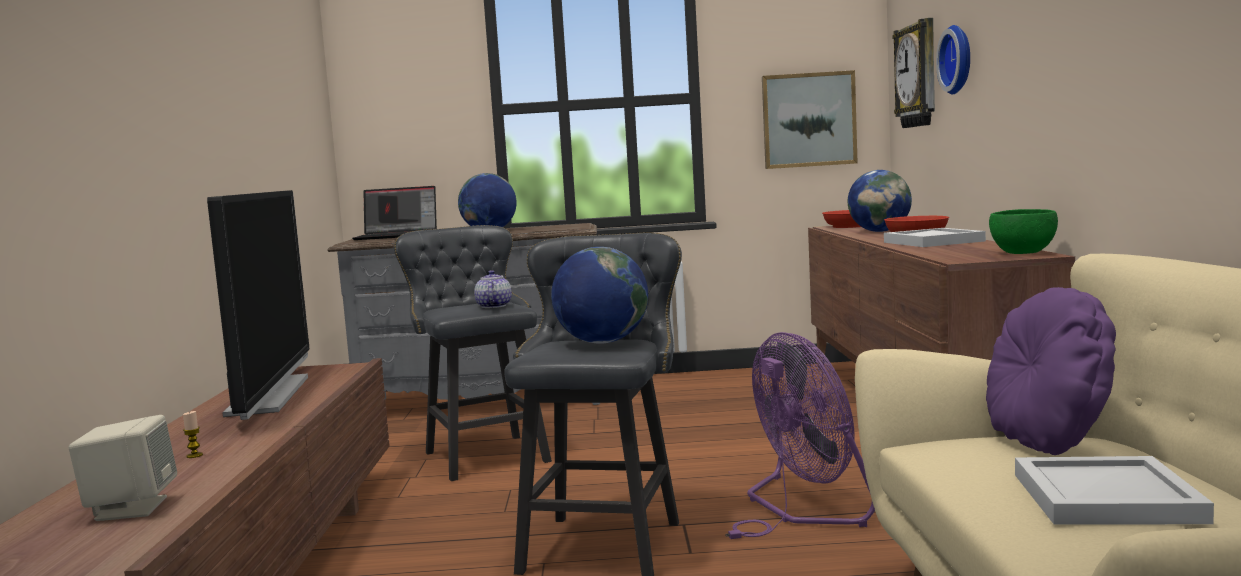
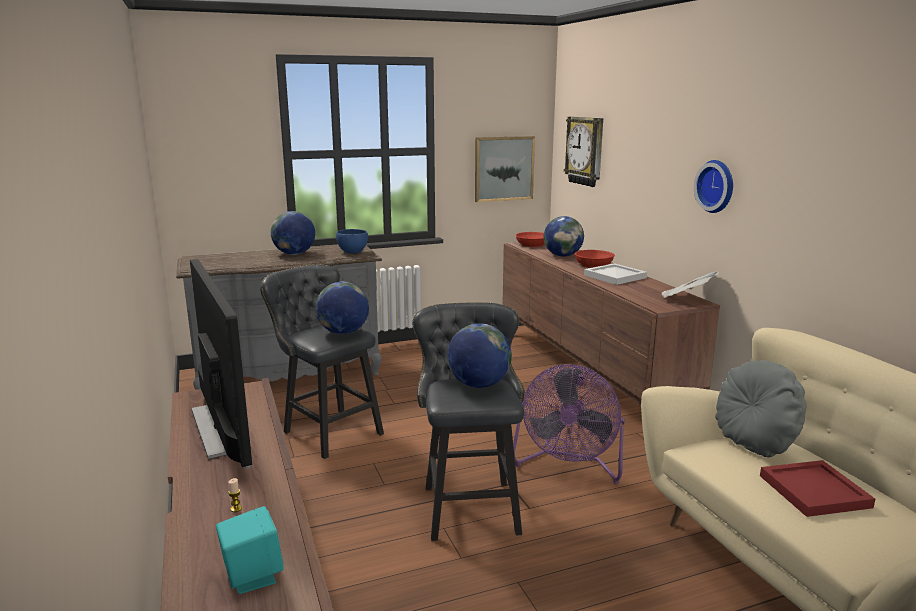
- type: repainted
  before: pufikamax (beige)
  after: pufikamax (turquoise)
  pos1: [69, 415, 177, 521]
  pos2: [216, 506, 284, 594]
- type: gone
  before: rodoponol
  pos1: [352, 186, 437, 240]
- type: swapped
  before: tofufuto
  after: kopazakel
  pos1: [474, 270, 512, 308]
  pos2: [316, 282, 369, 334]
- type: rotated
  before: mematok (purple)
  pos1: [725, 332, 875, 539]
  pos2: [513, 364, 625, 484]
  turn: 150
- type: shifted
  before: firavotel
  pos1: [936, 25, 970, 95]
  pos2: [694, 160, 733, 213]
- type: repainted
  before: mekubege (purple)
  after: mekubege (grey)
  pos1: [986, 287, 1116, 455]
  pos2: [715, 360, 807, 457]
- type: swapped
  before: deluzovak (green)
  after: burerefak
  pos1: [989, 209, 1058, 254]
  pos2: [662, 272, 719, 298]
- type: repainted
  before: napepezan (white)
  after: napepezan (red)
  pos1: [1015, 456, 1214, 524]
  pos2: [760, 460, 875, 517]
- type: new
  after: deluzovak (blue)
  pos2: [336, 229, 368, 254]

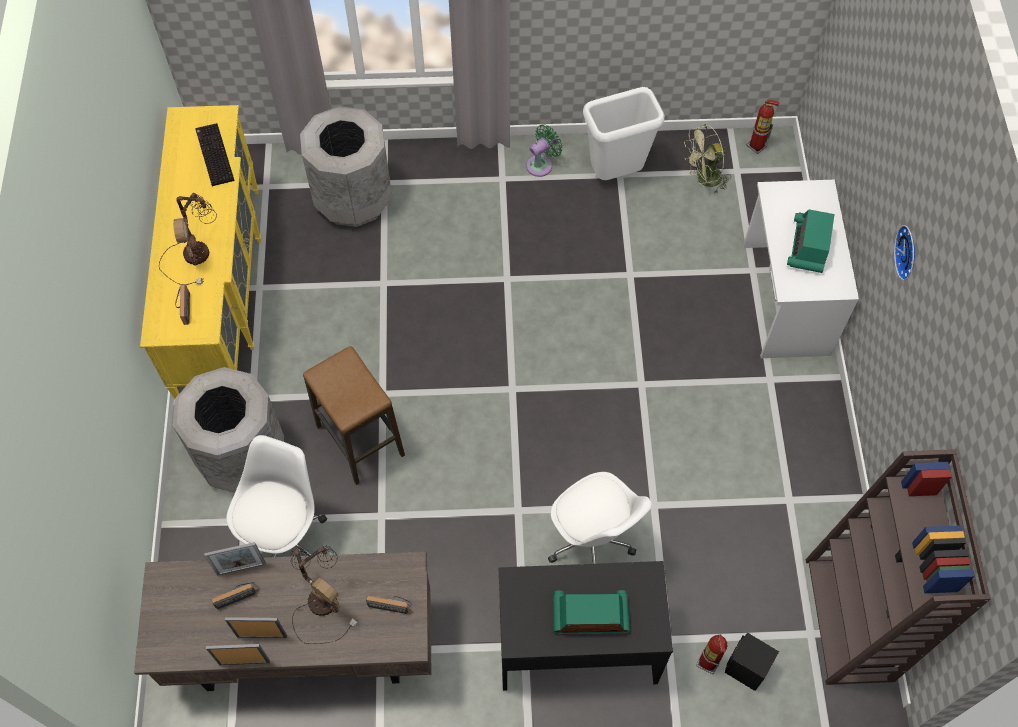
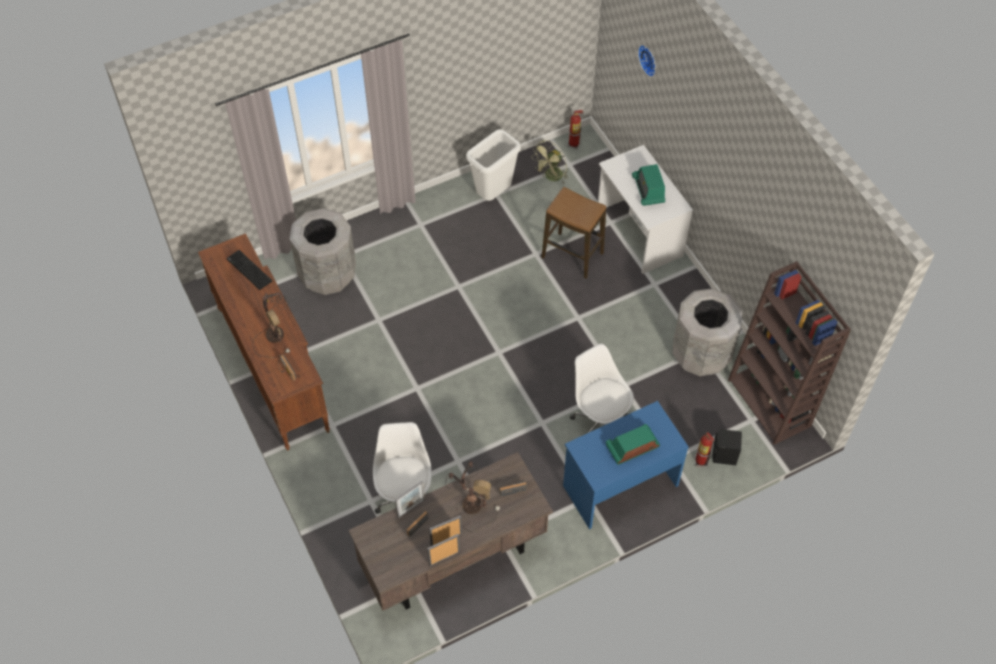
- type: repainted
  before: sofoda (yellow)
  after: sofoda (brown)
  pos1: [140, 105, 261, 399]
  pos2: [198, 233, 330, 451]
- type: shifted
  before: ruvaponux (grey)
  pos1: [172, 367, 284, 493]
  pos2: [672, 288, 742, 376]
- type: shifted
  before: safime
  pos1: [303, 346, 405, 485]
  pos2: [541, 187, 606, 279]
- type: repainted
  before: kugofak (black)
  after: kugofak (blue)
  pos1: [499, 561, 673, 691]
  pos2: [563, 401, 689, 529]
- type: gone
  before: mematok (green)
  pos1: [526, 124, 563, 177]
- type: rotated
  before: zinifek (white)
  pos1: [548, 472, 652, 564]
  pos2: [570, 344, 634, 433]
  turn: -150
- type: shifted
  before: firavotel
  pos1: [894, 225, 915, 281]
  pos2: [638, 45, 656, 77]

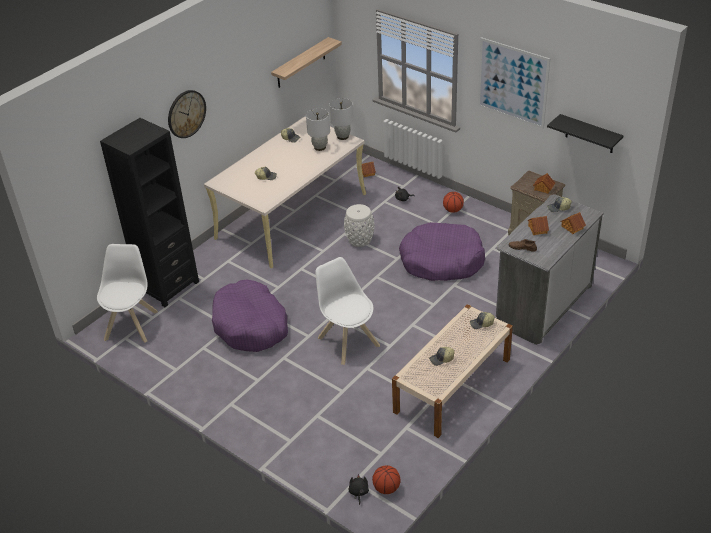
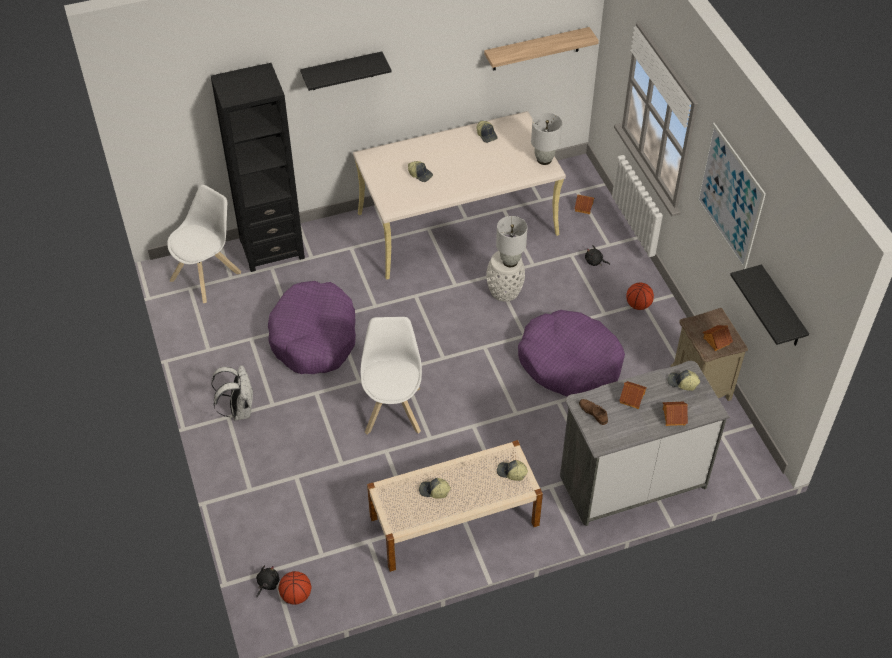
- type: swapped
  before: firavotel
  after: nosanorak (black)
  pos1: [168, 90, 206, 138]
  pos2: [300, 51, 391, 91]
- type: shifted
  before: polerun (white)
  pos1: [306, 108, 330, 151]
  pos2: [496, 216, 528, 267]
- type: new
  after: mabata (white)
  pos2: [211, 365, 253, 420]

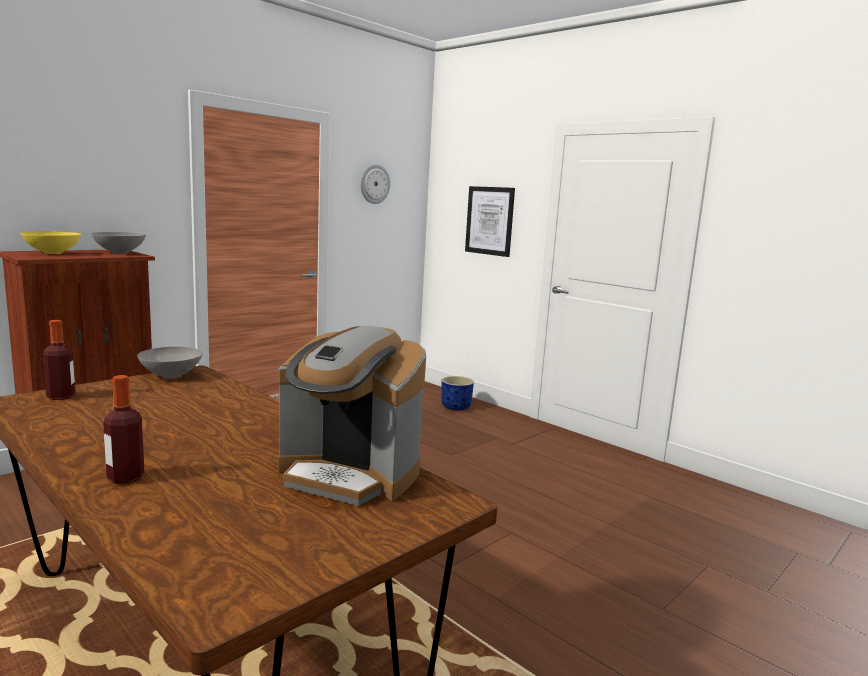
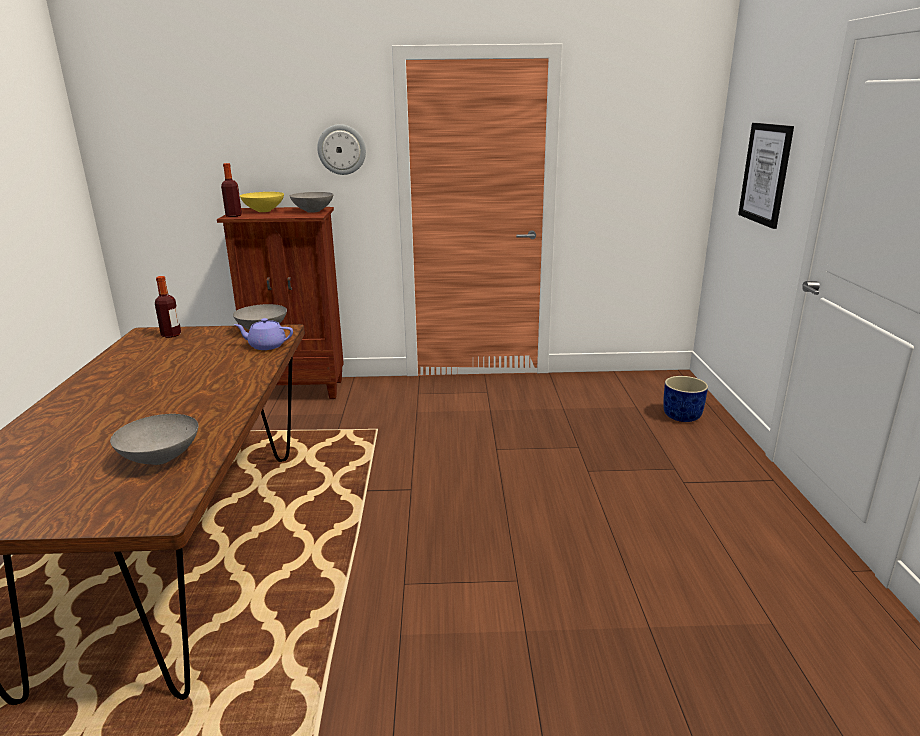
- type: shifted
  before: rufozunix
  pos1: [103, 375, 144, 484]
  pos2: [221, 163, 242, 217]
- type: swapped
  before: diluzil
  after: deluzovak (grey)
  pos1: [278, 326, 426, 506]
  pos2: [110, 414, 198, 465]
- type: shifted
  before: firavotel
  pos1: [360, 164, 390, 204]
  pos2: [317, 124, 366, 175]
- type: new
  after: tofufuto (purple)
  pos2: [234, 318, 293, 350]

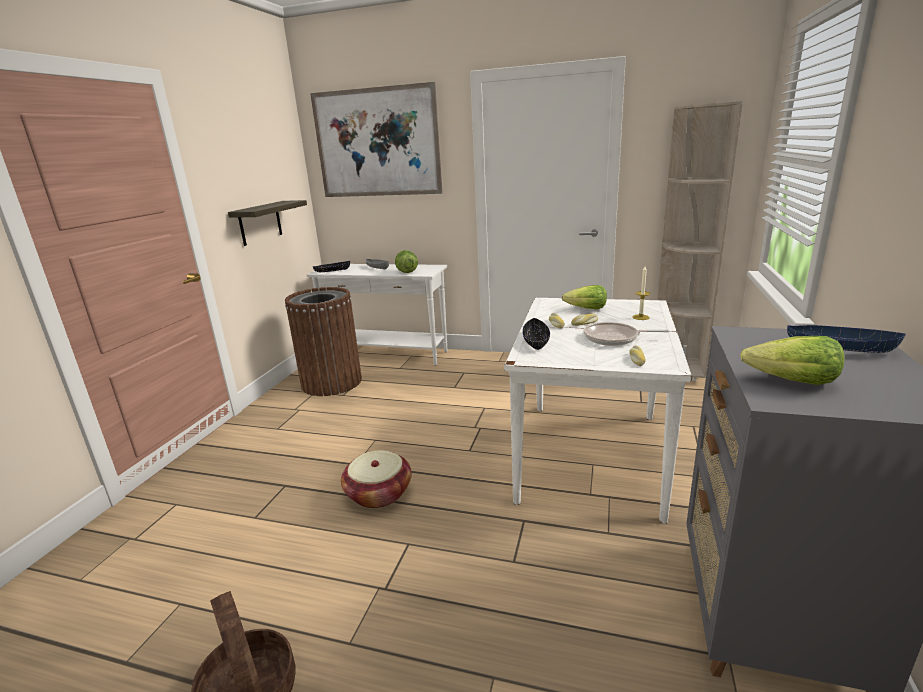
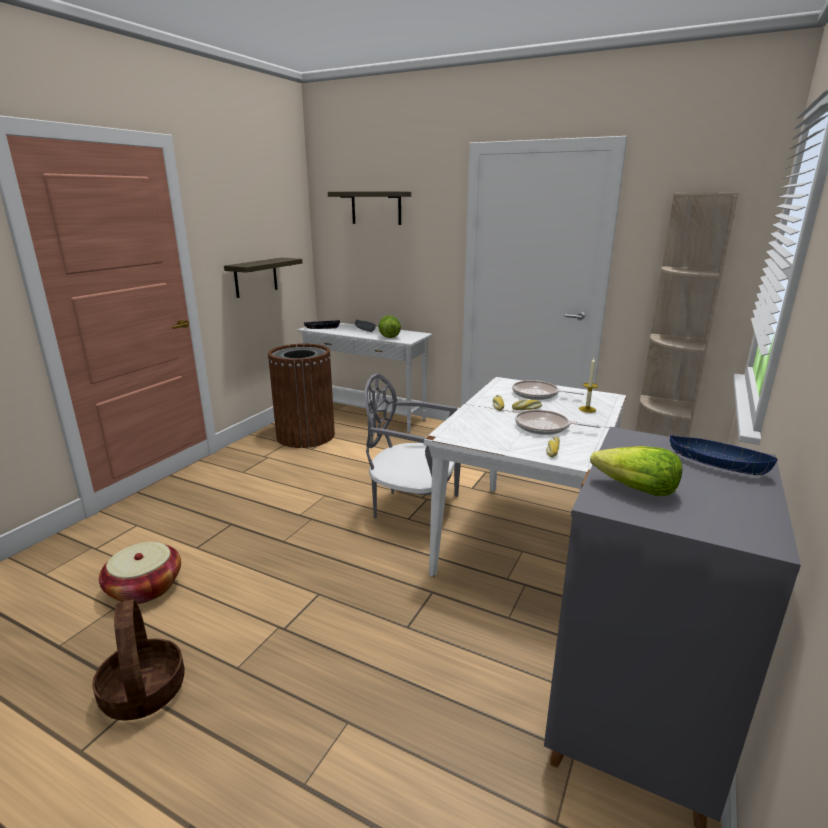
- type: swapped
  before: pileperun
  after: nosanorak
  pos1: [310, 82, 443, 197]
  pos2: [328, 191, 411, 225]
- type: shifted
  before: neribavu
  pos1: [341, 450, 412, 508]
  pos2: [99, 542, 181, 604]
- type: gone
  before: deluzovak (black)
  pos1: [522, 318, 550, 350]
- type: swapped
  before: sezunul
  after: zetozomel
  pos1: [562, 285, 607, 309]
  pos2: [512, 380, 585, 400]
- type: new
  after: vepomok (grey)
  pos2: [365, 374, 461, 518]

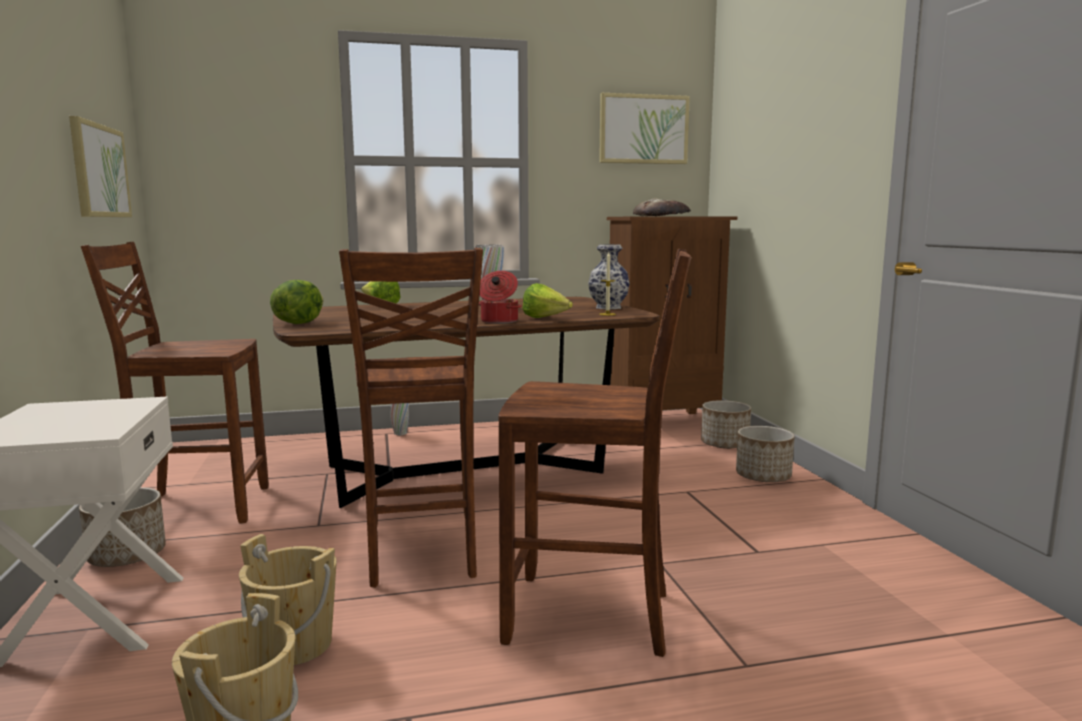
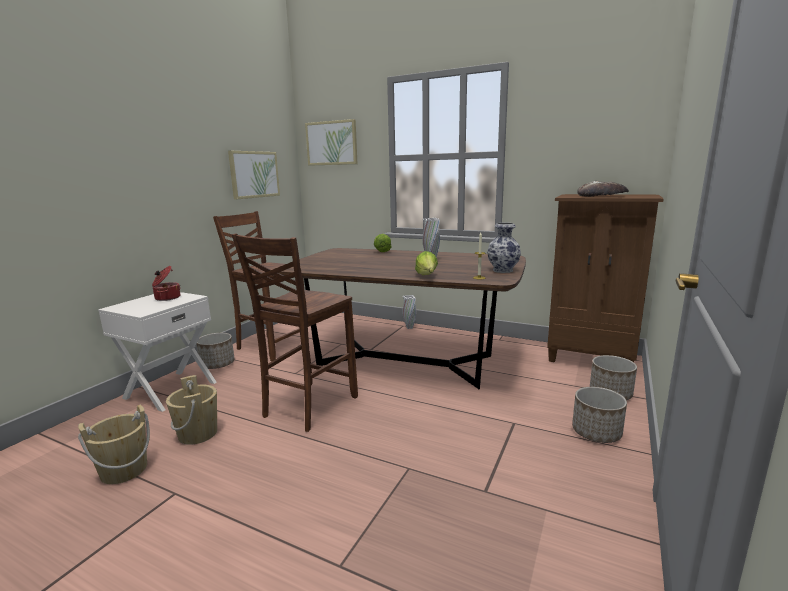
- type: gone
  before: sezunul
  pos1: [270, 280, 323, 324]
- type: shifted
  before: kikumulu
  pos1: [479, 271, 521, 324]
  pos2: [152, 266, 181, 301]
- type: gone
  before: vepomok (brown)
  pos1: [498, 249, 691, 657]
- type: shifted
  before: pileperun
  pos1: [599, 93, 690, 164]
  pos2: [305, 119, 357, 166]

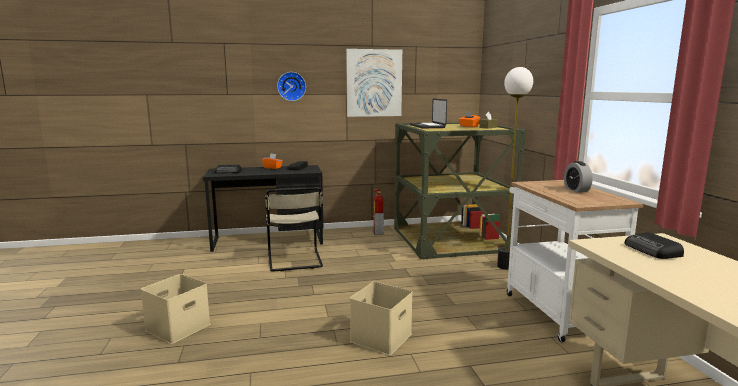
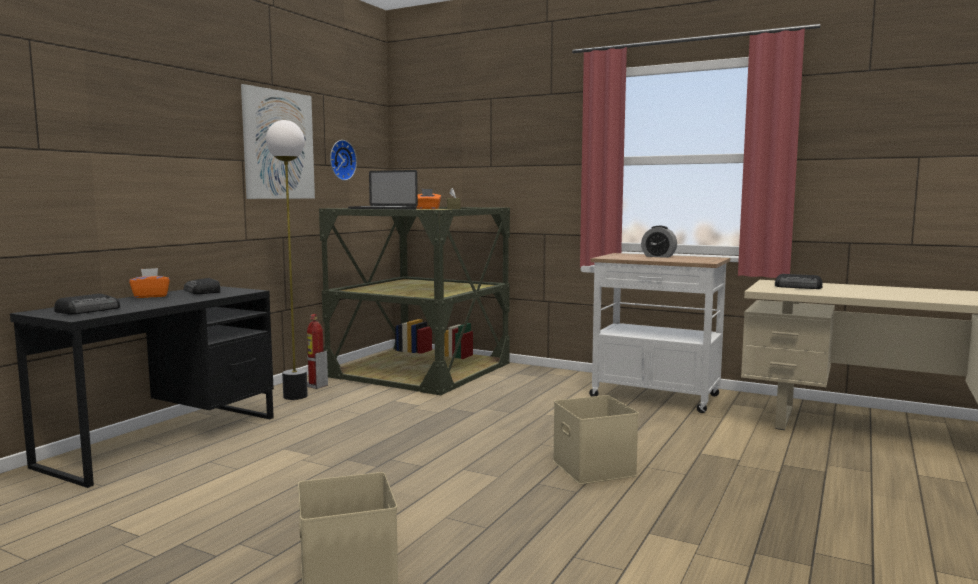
- type: gone
  before: vepomok (beige)
  pos1: [265, 187, 323, 272]
- type: shifted
  before: firavotel
  pos1: [277, 72, 306, 101]
  pos2: [330, 140, 357, 181]
- type: shifted
  before: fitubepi
  pos1: [497, 67, 533, 270]
  pos2: [266, 120, 308, 400]

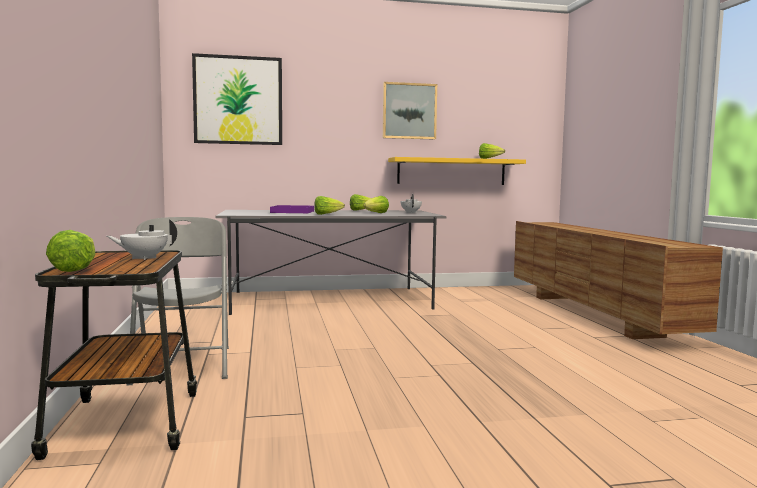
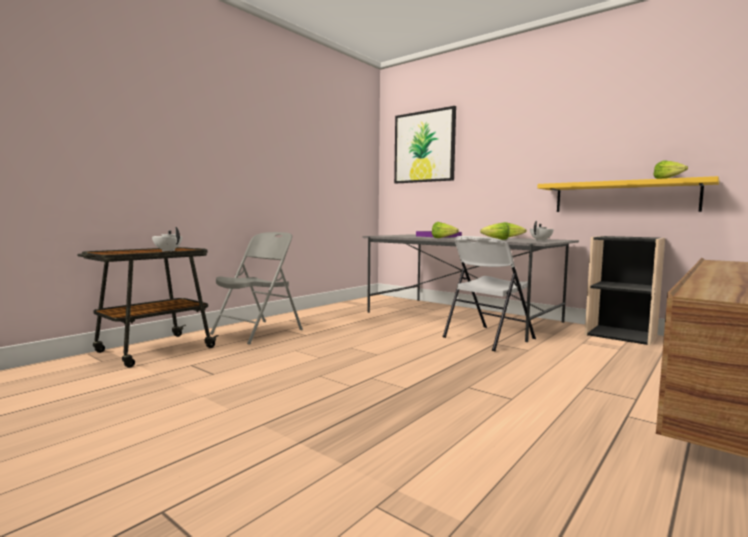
- type: gone
  before: sezunul
  pos1: [46, 230, 96, 272]
- type: gone
  before: pileperun
  pos1: [383, 82, 437, 140]
- type: new
  after: vepomok (white)
  pos2: [443, 236, 536, 352]
- type: new
  after: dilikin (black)
  pos2: [585, 236, 665, 345]

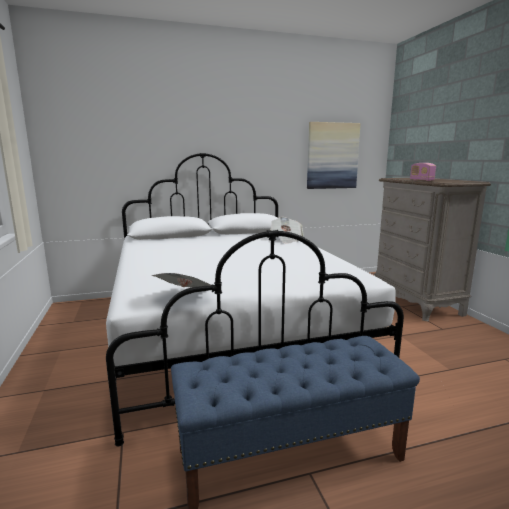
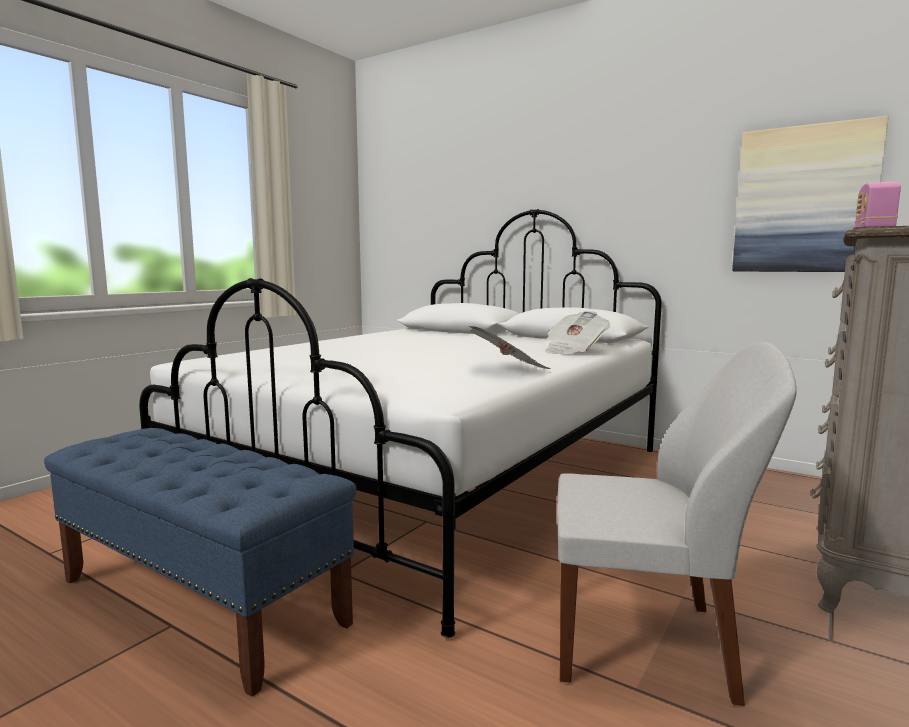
- type: shifted
  before: burerefak
  pos1: [152, 273, 211, 287]
  pos2: [468, 326, 551, 369]
- type: new
  after: vepomok (white)
  pos2: [557, 342, 797, 706]

